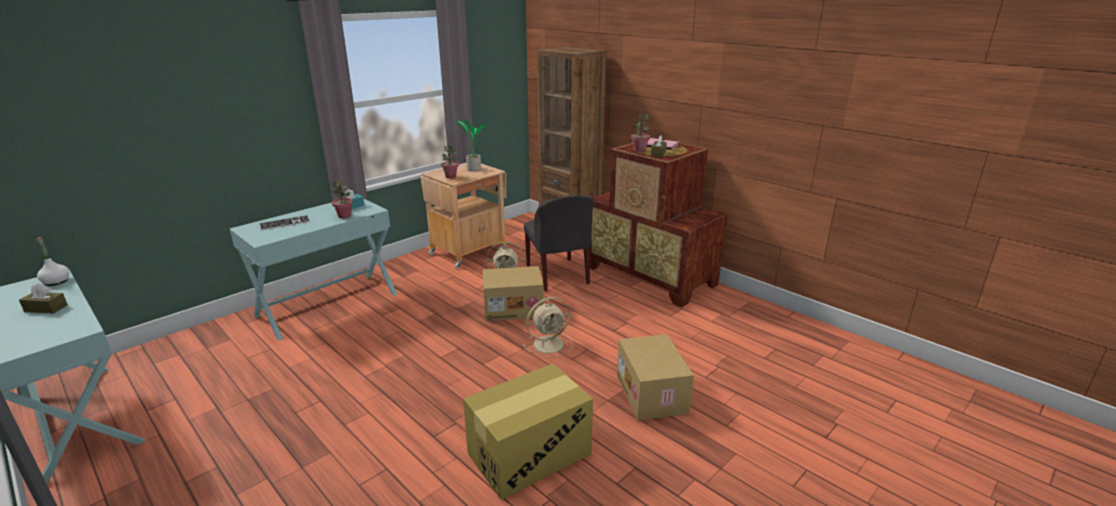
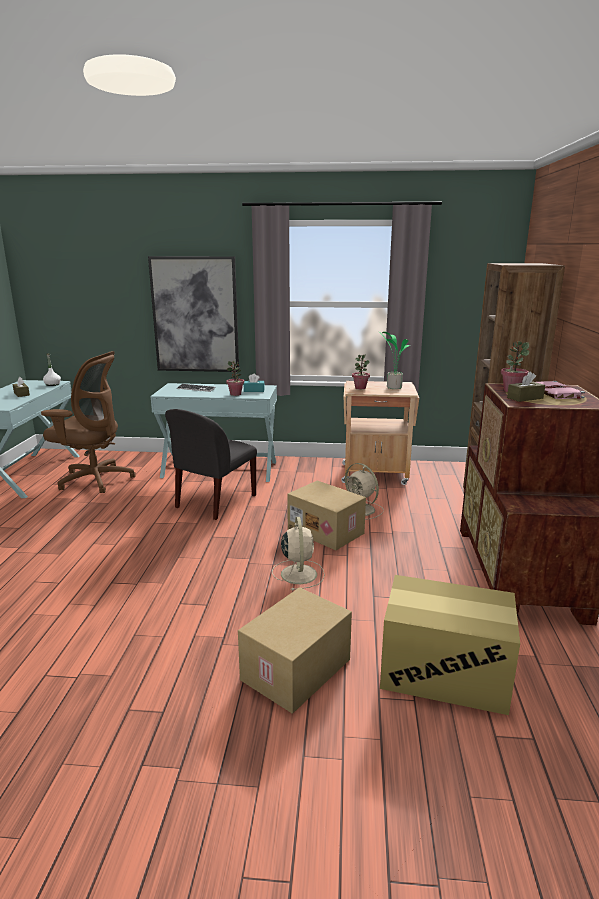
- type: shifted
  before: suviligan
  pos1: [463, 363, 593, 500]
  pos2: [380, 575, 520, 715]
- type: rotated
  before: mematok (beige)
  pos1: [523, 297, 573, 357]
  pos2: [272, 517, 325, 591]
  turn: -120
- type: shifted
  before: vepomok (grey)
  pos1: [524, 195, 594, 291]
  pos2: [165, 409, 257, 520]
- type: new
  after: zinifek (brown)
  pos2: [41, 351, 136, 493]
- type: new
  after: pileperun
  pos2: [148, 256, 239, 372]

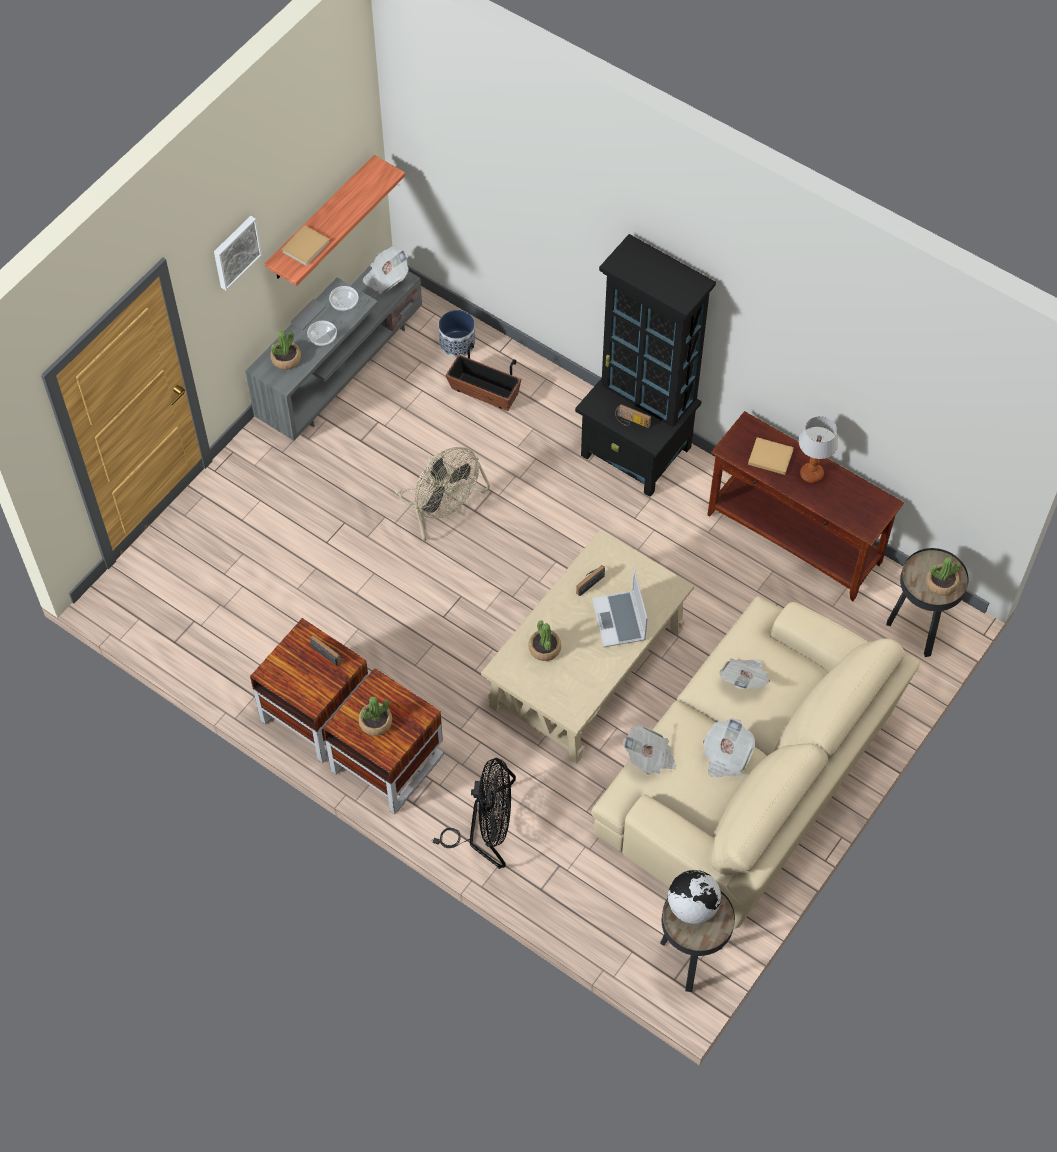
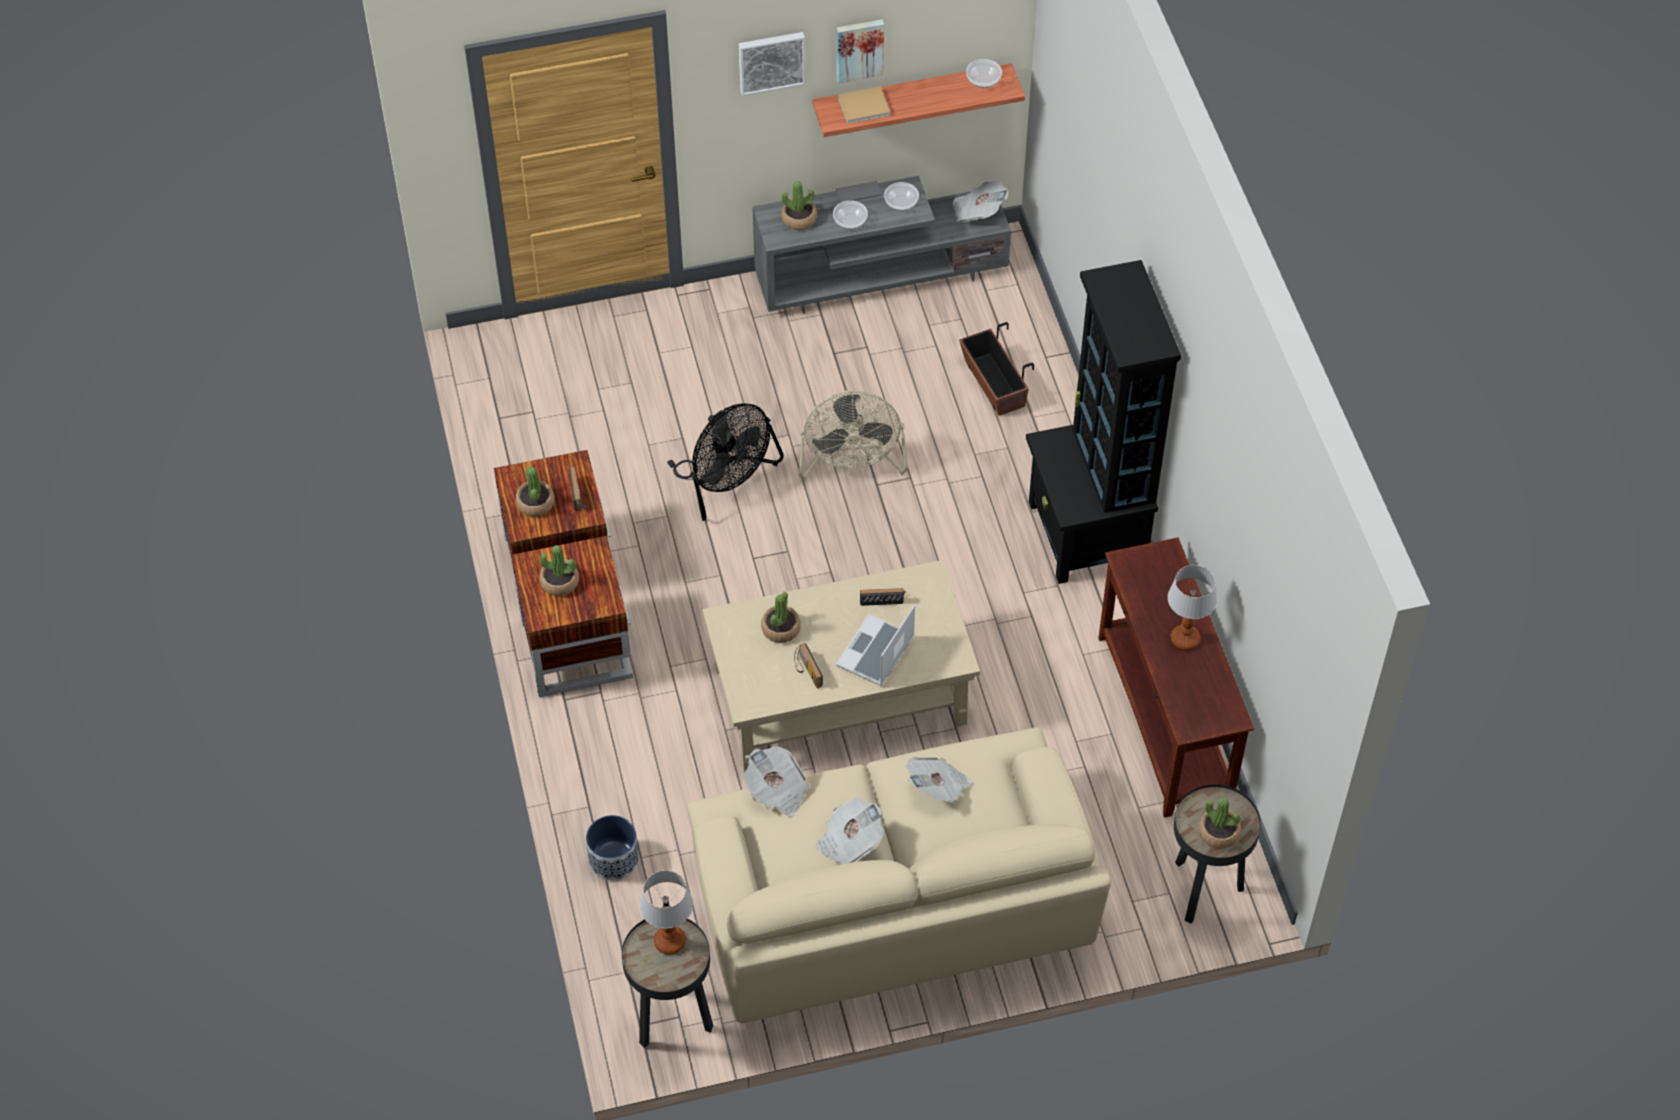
- type: shifted
  before: mematok (black)
  pos1: [431, 758, 516, 869]
  pos2: [668, 403, 784, 521]
- type: shifted
  before: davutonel
  pos1: [439, 310, 475, 358]
  pos2: [586, 815, 639, 880]
- type: shifted
  before: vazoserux
  pos1: [615, 404, 651, 428]
  pos2: [794, 643, 823, 689]
- type: swapped
  before: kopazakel
  after: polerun
  pos1: [668, 870, 721, 924]
  pos2: [640, 870, 693, 955]
- type: gone
  before: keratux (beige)
  pos1: [748, 437, 794, 475]
- type: new
  after: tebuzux
  pos2: [516, 466, 555, 517]
- type: new
  after: pileperun
  pos2: [837, 20, 884, 83]
- type: new
  after: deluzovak
  pos2: [966, 59, 1002, 88]

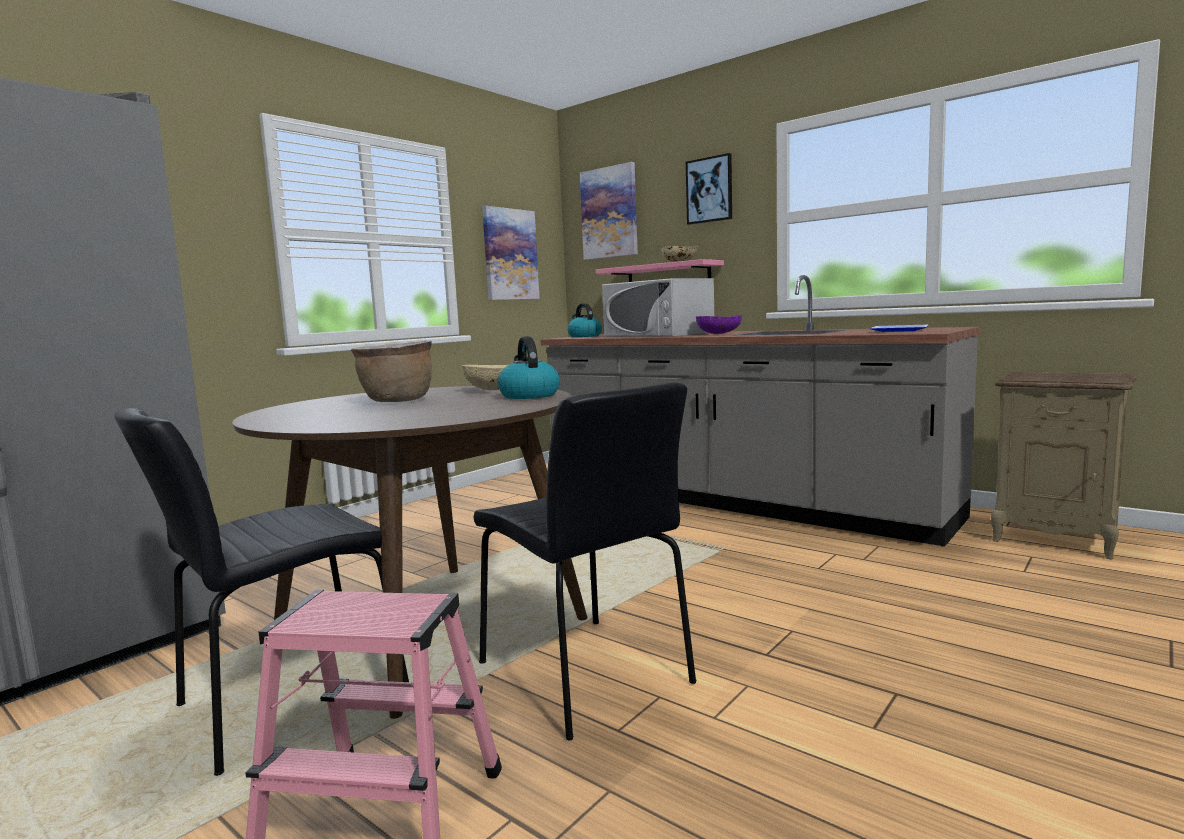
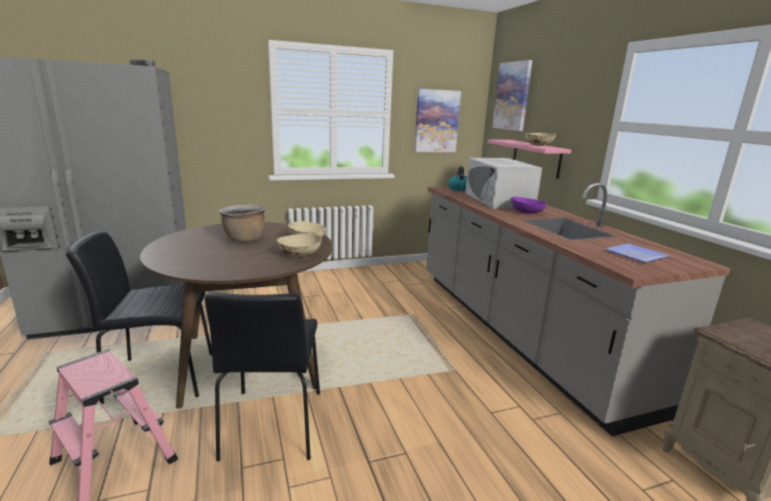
- type: swapped
  before: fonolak
  after: deluzovak (beige)
  pos1: [497, 336, 560, 399]
  pos2: [276, 234, 322, 256]
- type: gone
  before: pileperun
  pos1: [686, 153, 732, 225]

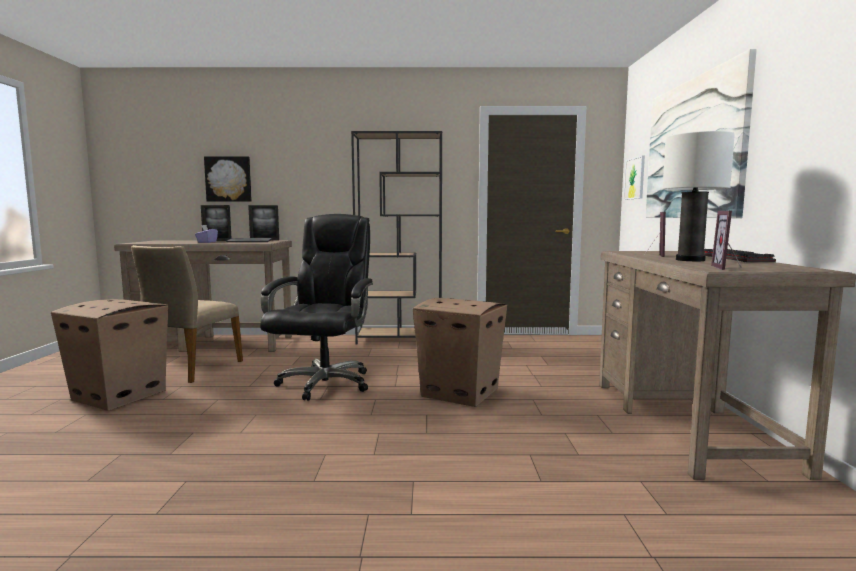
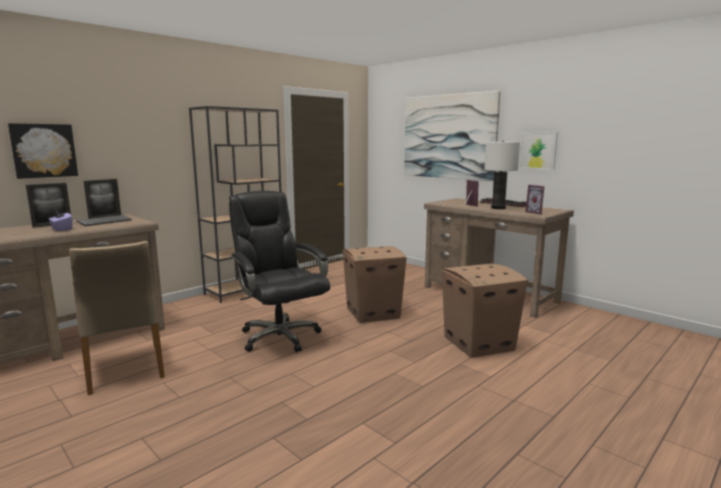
- type: shifted
  before: suviligan
  pos1: [51, 299, 168, 411]
  pos2: [442, 264, 528, 358]
- type: shifted
  before: pileperun
  pos1: [624, 156, 645, 200]
  pos2: [519, 132, 558, 170]

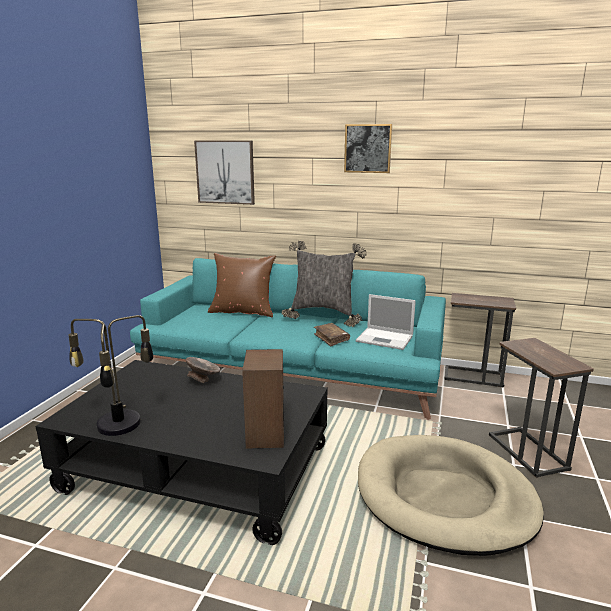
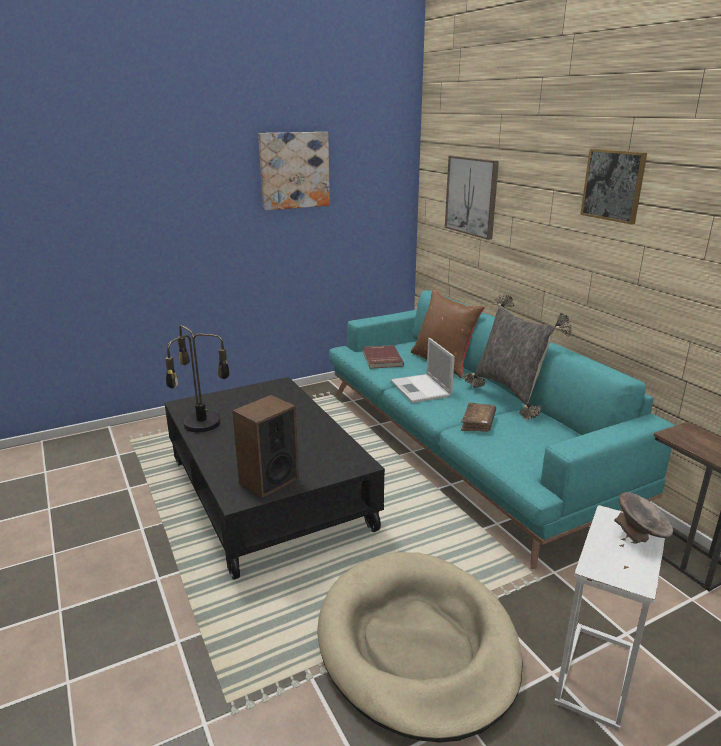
- type: shifted
  before: deluzovak (grey)
  pos1: [186, 357, 220, 383]
  pos2: [614, 492, 673, 543]
- type: shifted
  before: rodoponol
  pos1: [356, 294, 416, 350]
  pos2: [391, 338, 455, 403]
- type: repainted
  before: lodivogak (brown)
  after: lodivogak (white)
  pos1: [489, 338, 594, 478]
  pos2: [554, 505, 665, 731]
- type: new
  after: pileperun
  pos2: [258, 132, 330, 210]
- type: new
  after: keratux (red)
  pos2: [363, 345, 404, 369]

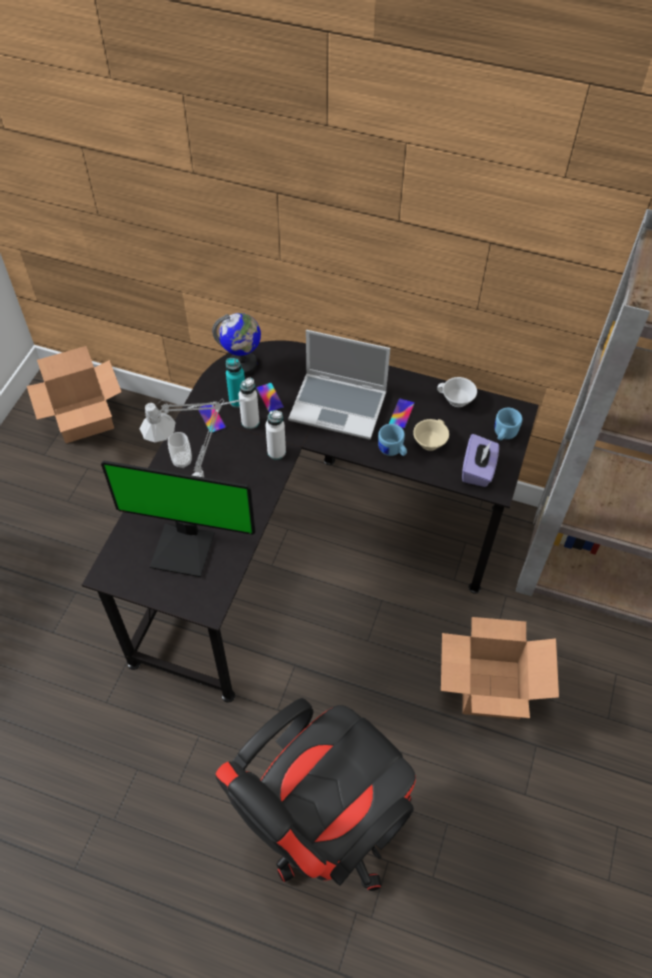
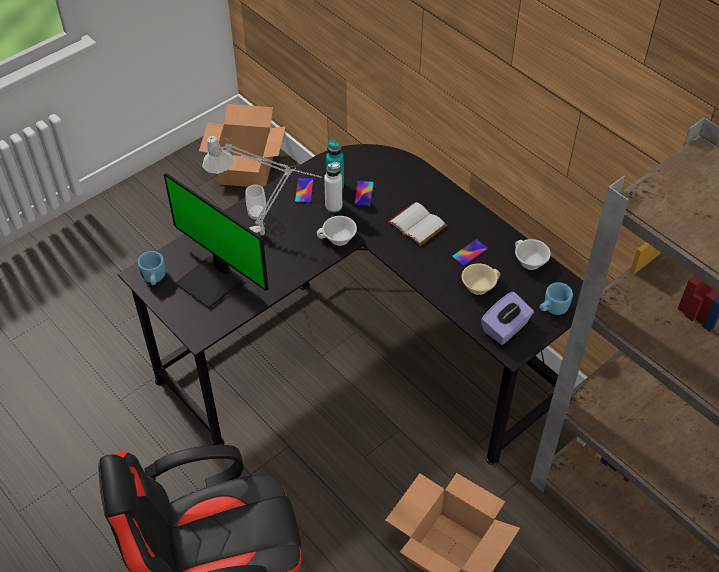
- type: gone
  before: kopazakel
  pos1: [212, 313, 261, 375]
- type: swapped
  before: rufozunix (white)
  after: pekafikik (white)
  pos1: [265, 410, 286, 460]
  pos2: [317, 216, 357, 246]
- type: swapped
  before: rodoponol
  after: keratux (white)
  pos1: [288, 330, 390, 440]
  pos2: [388, 202, 447, 246]
- type: shifted
  before: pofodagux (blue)
  pos1: [378, 424, 407, 456]
  pos2: [138, 251, 166, 285]

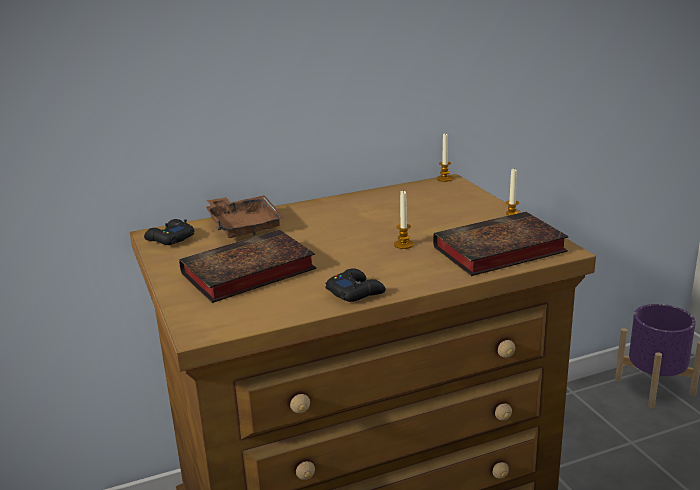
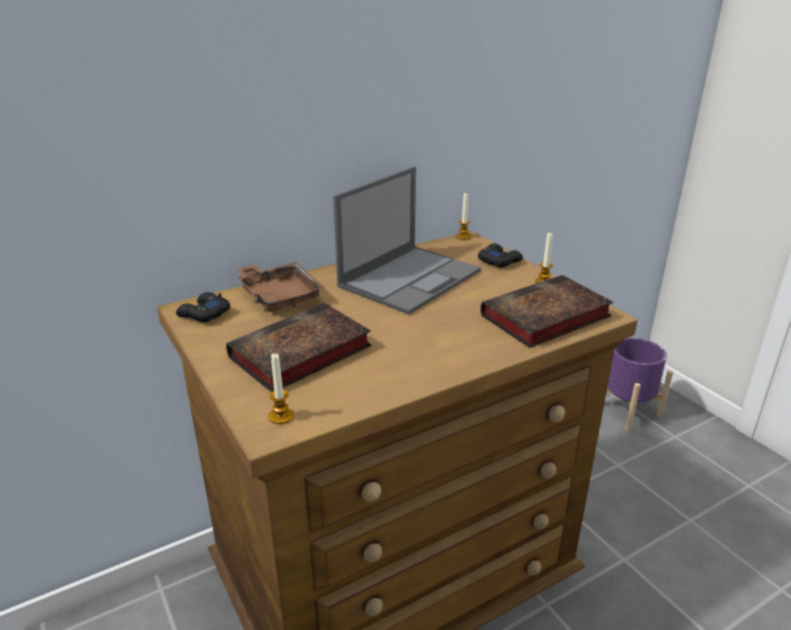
- type: shifted
  before: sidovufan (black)
  pos1: [325, 268, 386, 302]
  pos2: [478, 243, 523, 267]
- type: shifted
  before: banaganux
  pos1: [394, 191, 414, 249]
  pos2: [268, 353, 294, 424]
- type: new
  after: rodoponol
  pos2: [333, 166, 481, 314]

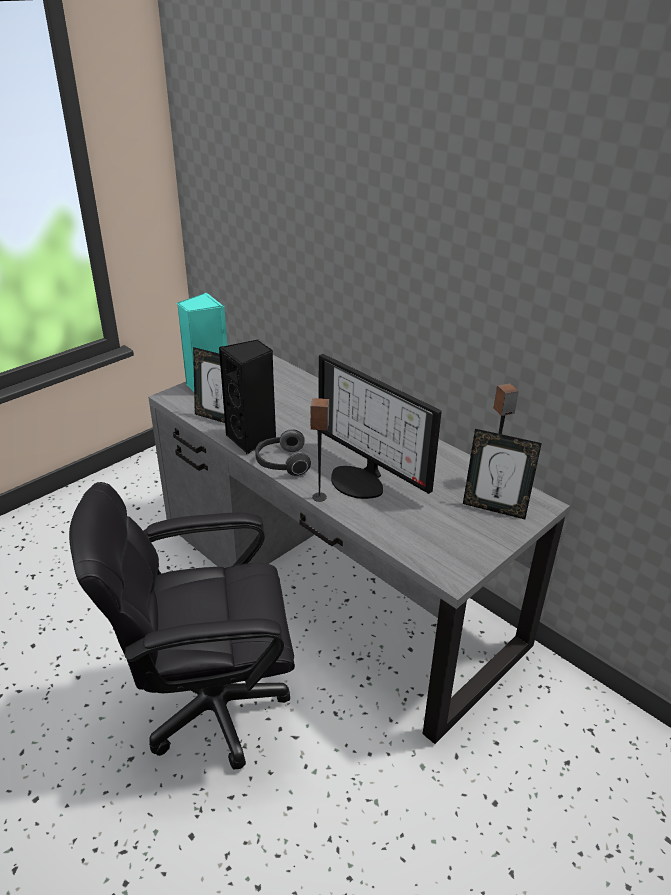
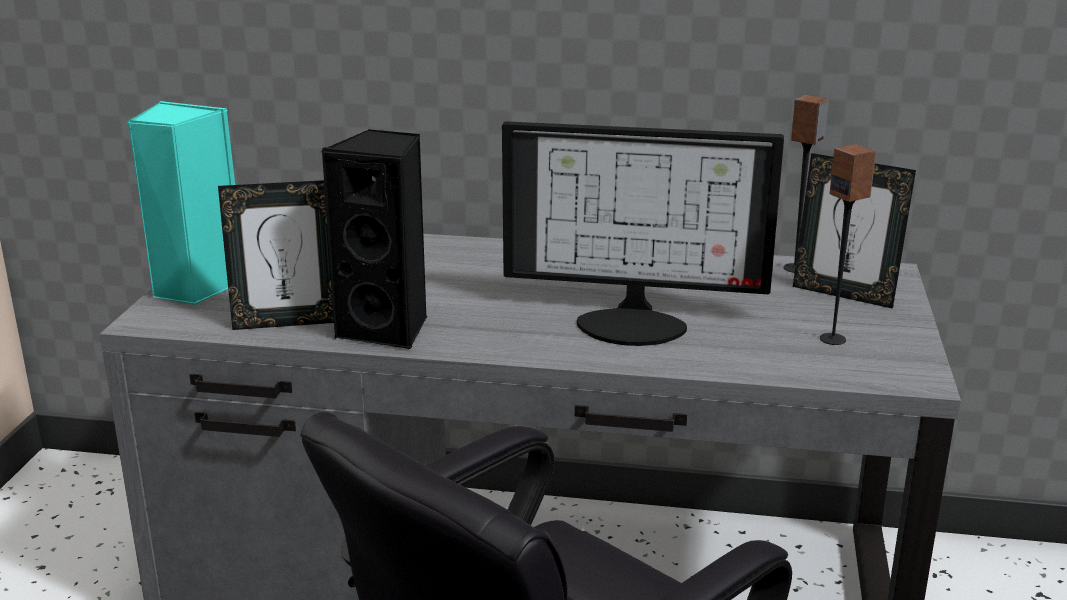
- type: gone
  before: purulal
  pos1: [256, 429, 311, 476]
- type: shifted
  before: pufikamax
  pos1: [311, 398, 329, 502]
  pos2: [820, 144, 876, 345]
- type: rotated
  before: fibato
  pos1: [463, 429, 542, 519]
  pos2: [793, 153, 916, 309]
  turn: 45

